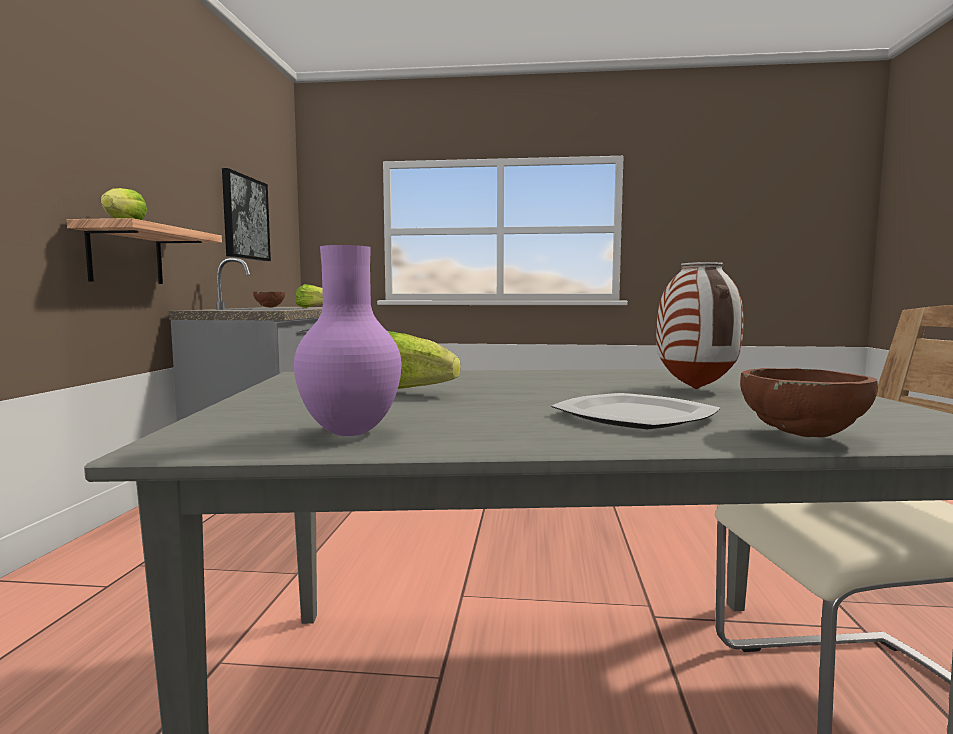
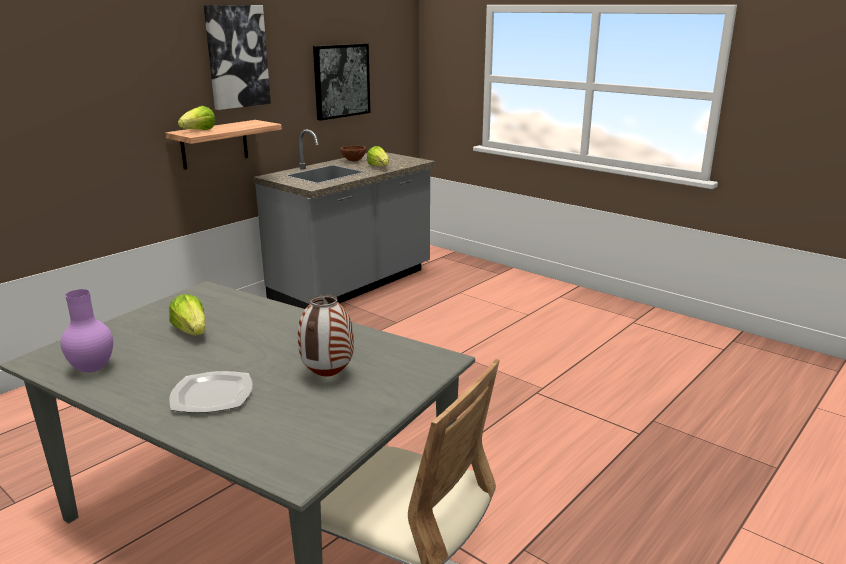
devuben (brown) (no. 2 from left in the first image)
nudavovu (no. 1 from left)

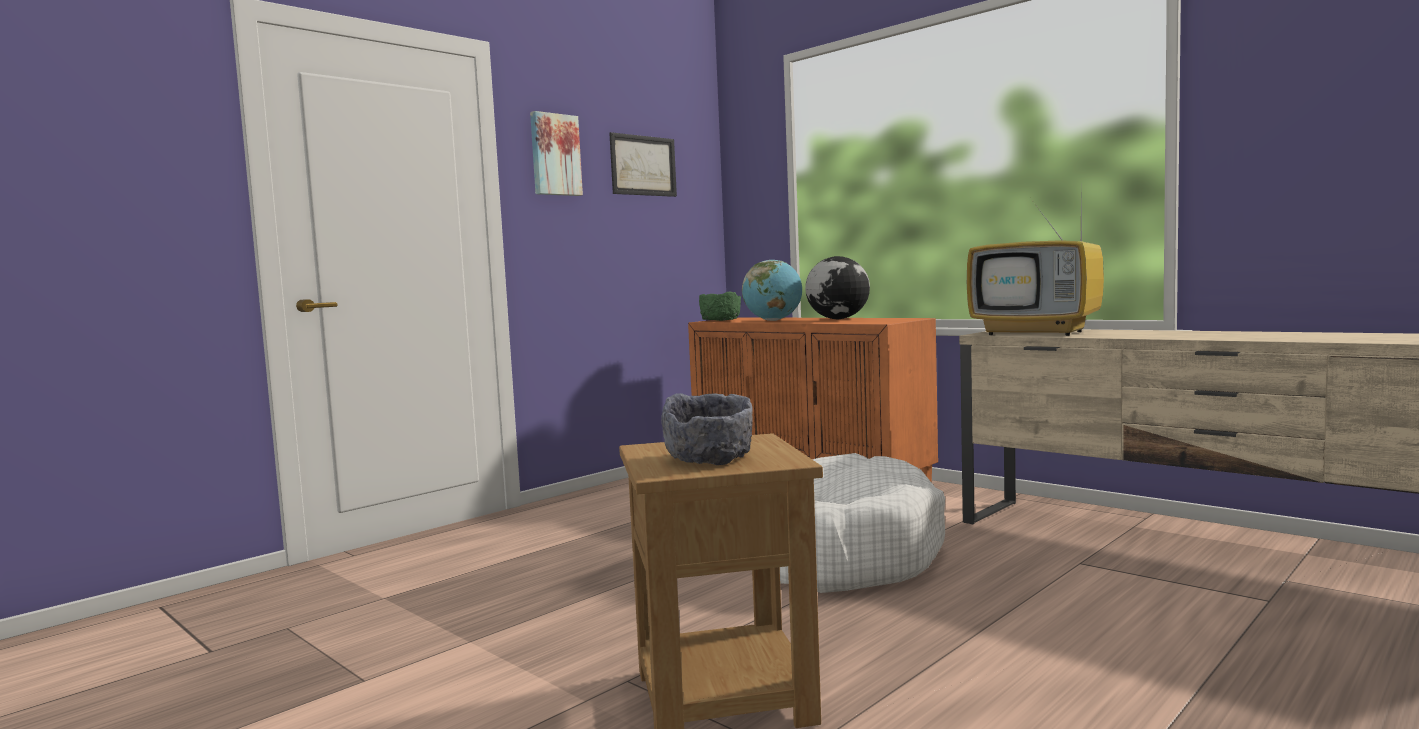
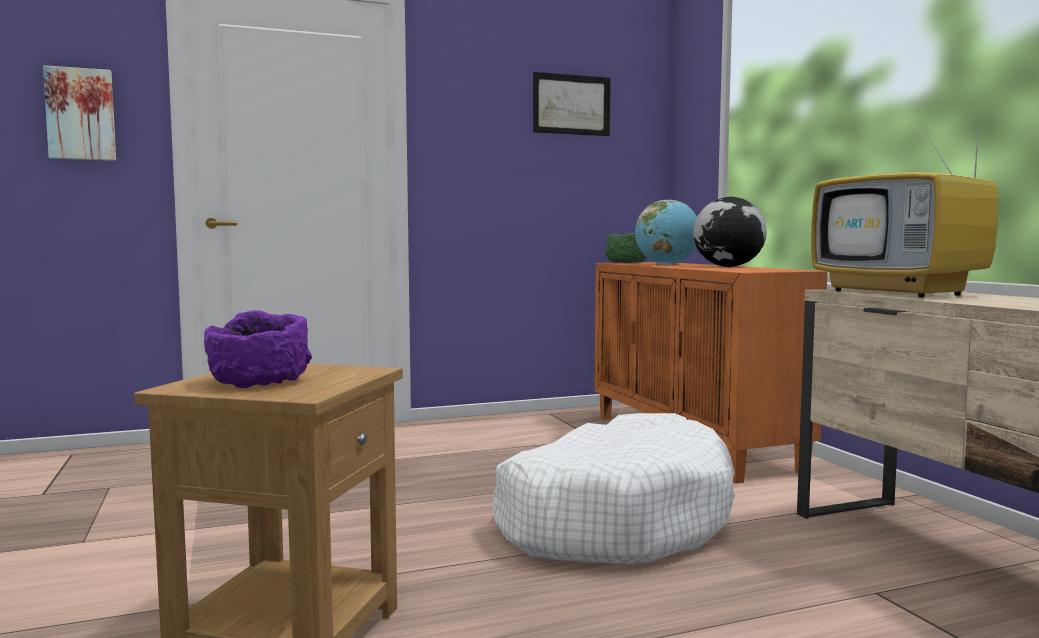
nudavovu (no. 1 from left)
devuben (purple)

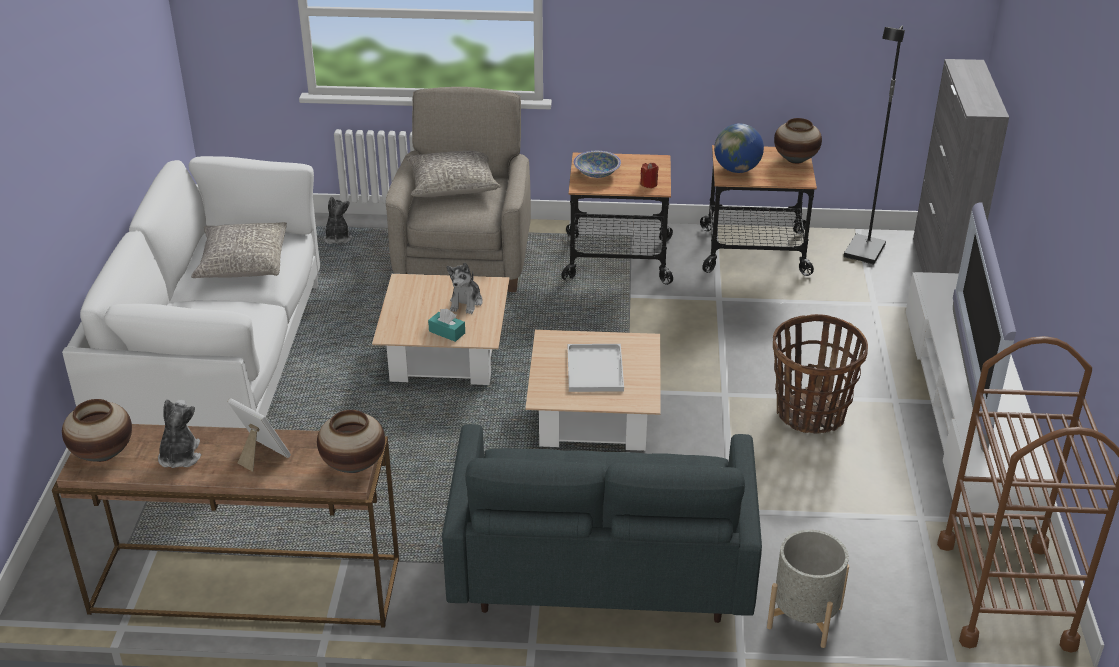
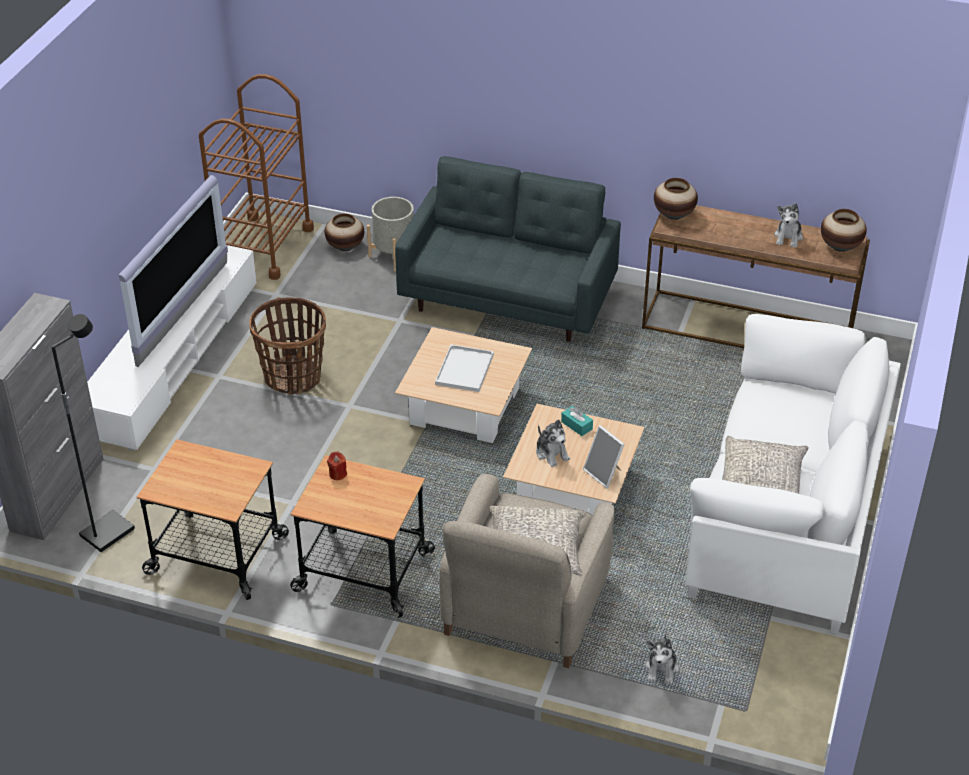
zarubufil (no. 1 from left)
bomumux
devuben
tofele (no. 1 from left)
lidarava

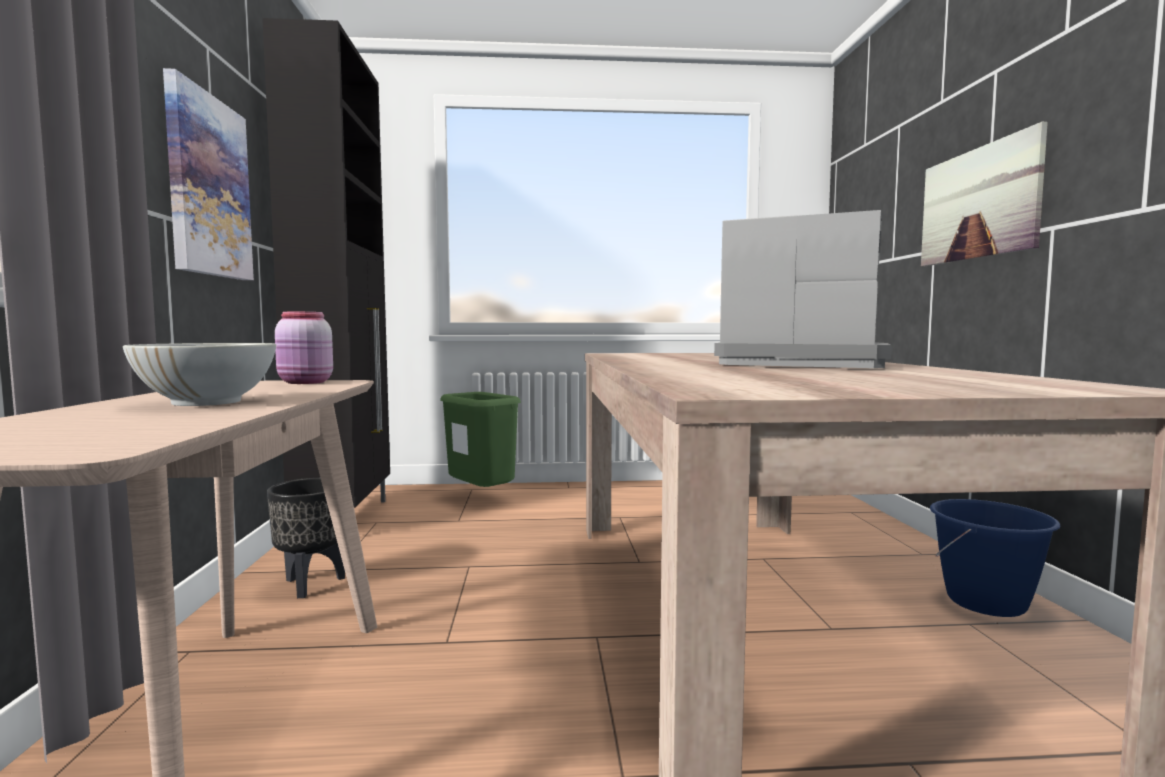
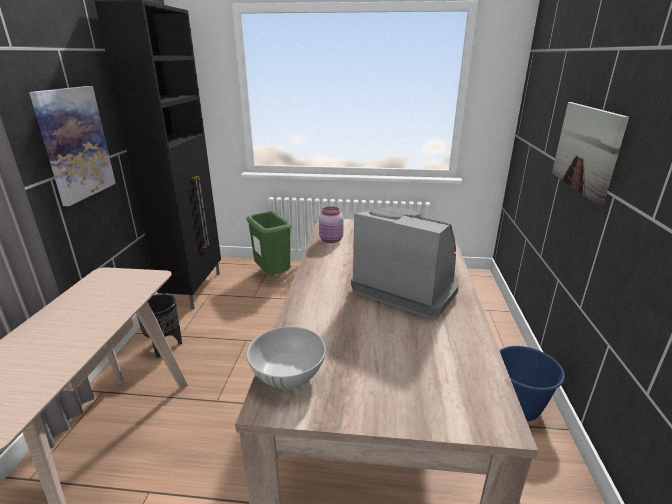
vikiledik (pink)
devuben (white)

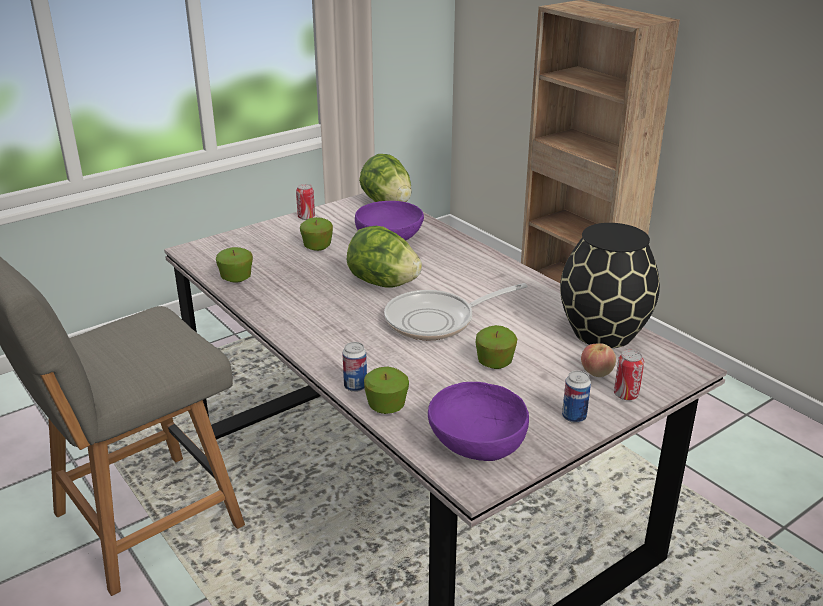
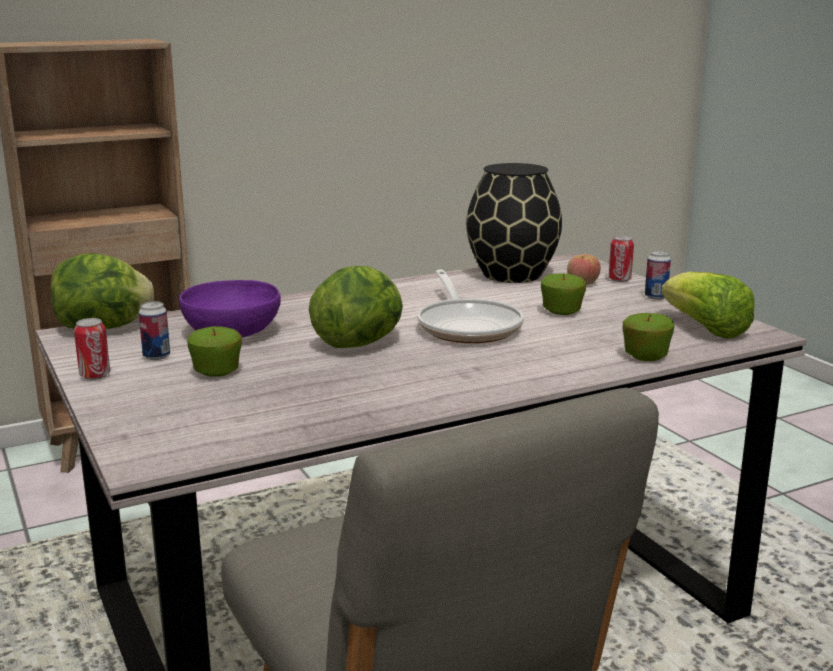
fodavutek (no. 1 from left in the first image)
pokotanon (no. 2 from left)
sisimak (no. 3 from left)

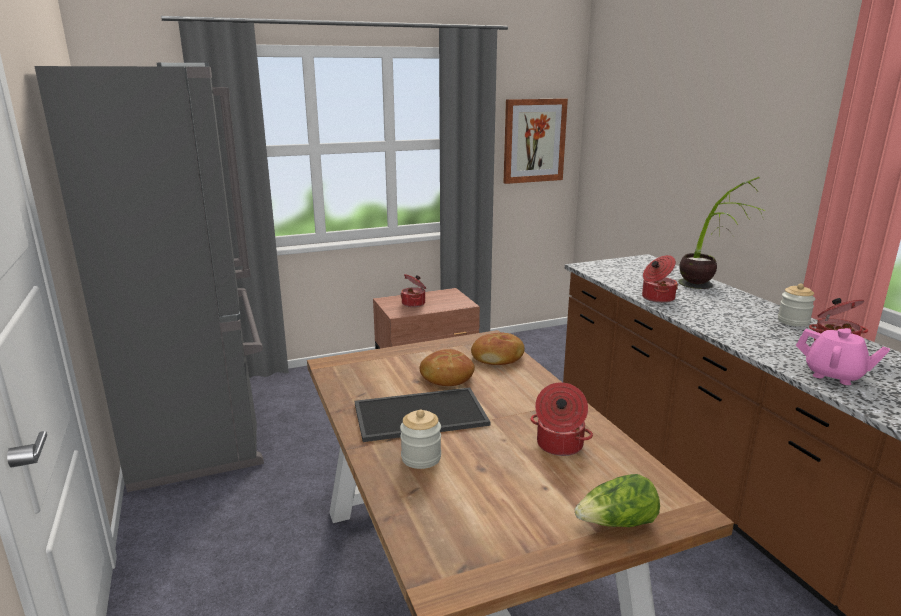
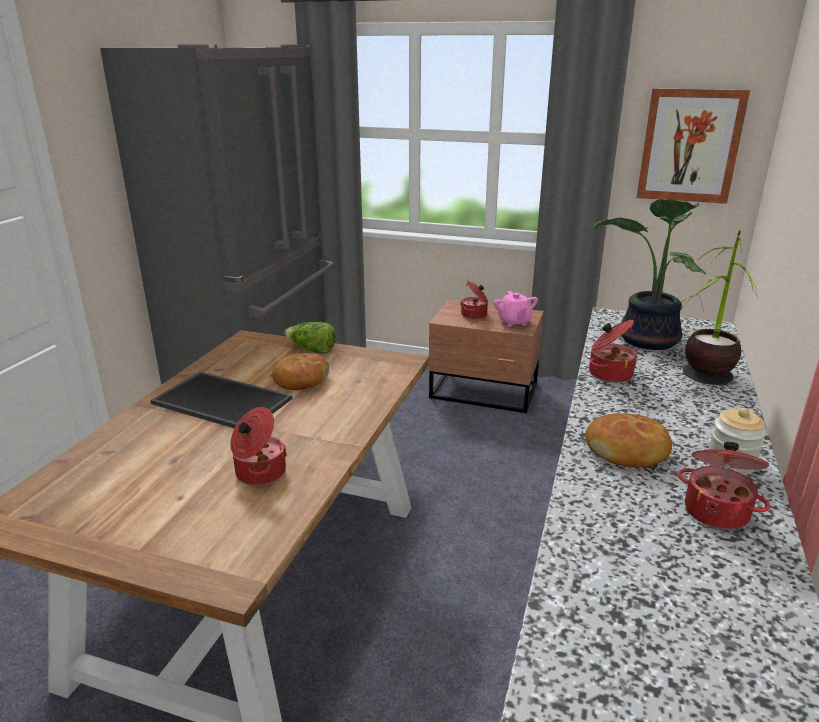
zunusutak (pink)
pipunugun (no. 2 from left)
vikiledik (no. 1 from left in the first image)
sisimak
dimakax (no. 1 from left)

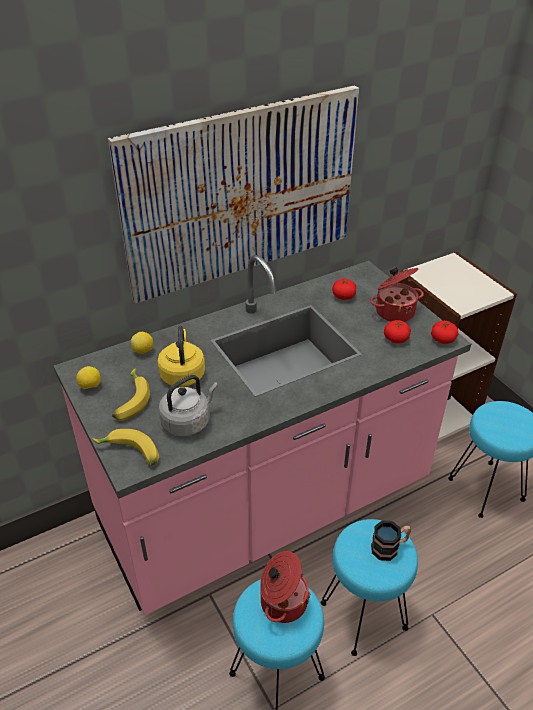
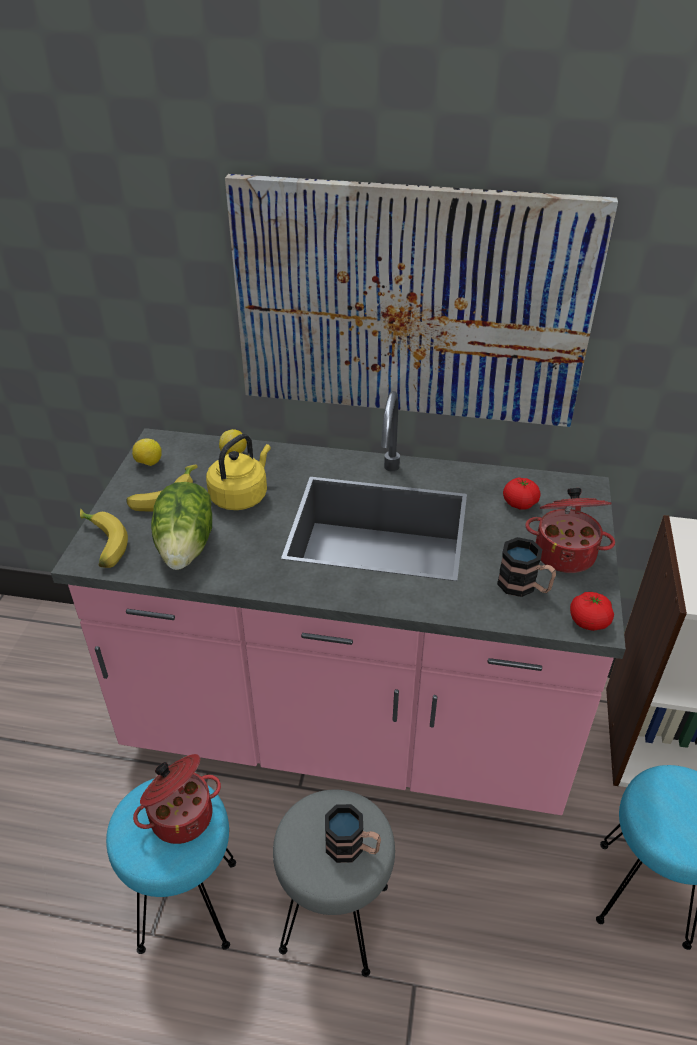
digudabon (no. 2 from left)
sisimak
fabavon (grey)

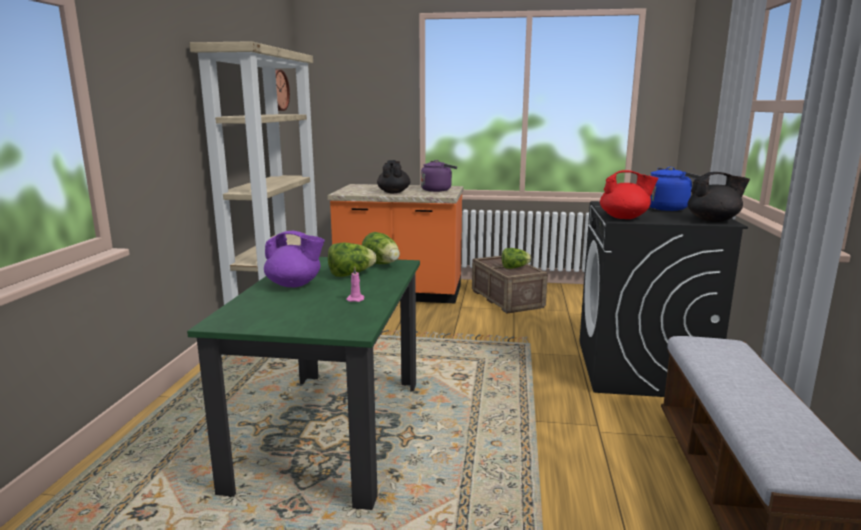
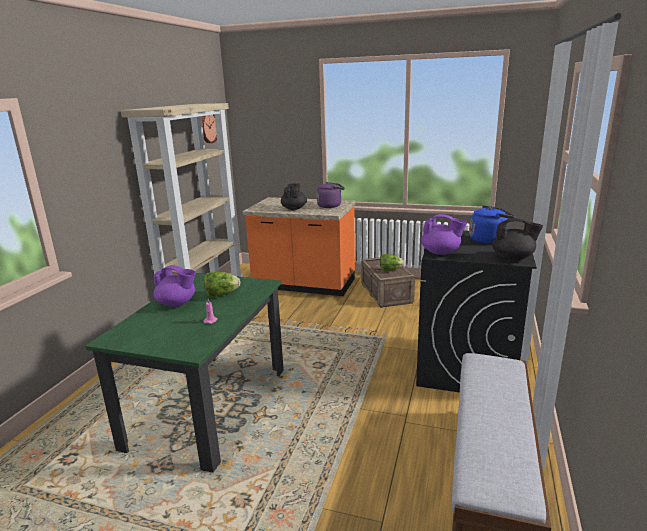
zunusutak (purple) (no. 2 from left)
sisimak (no. 2 from left in the first image)

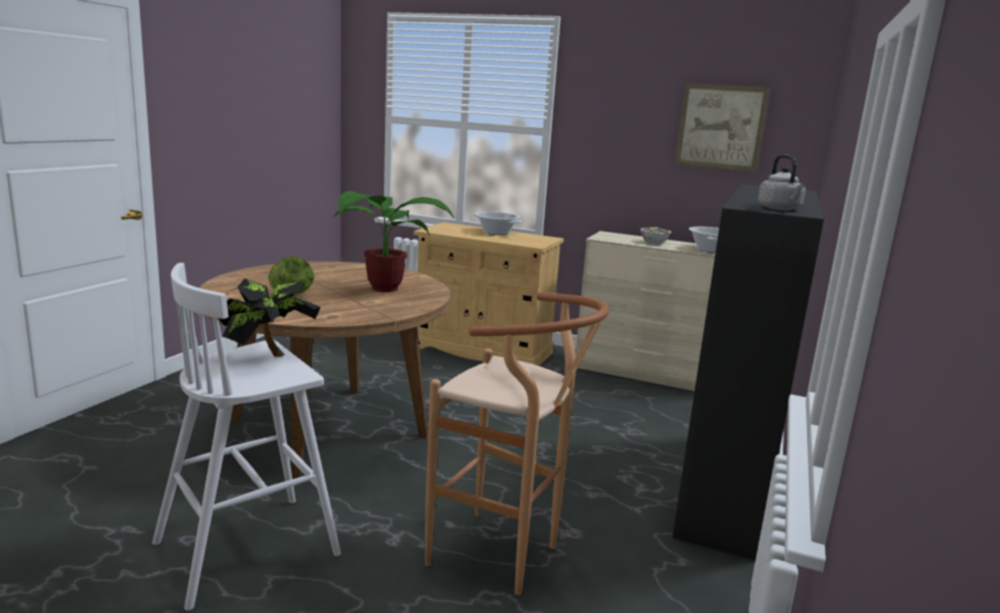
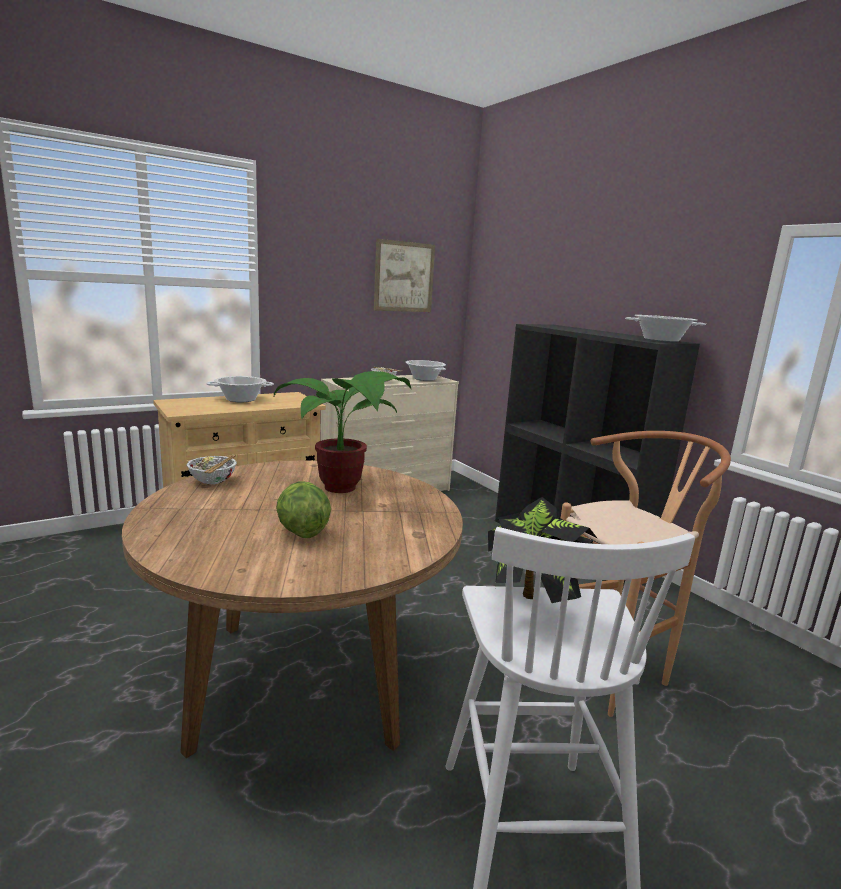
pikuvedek (no. 3 from left)
devuben (no. 1 from left)

